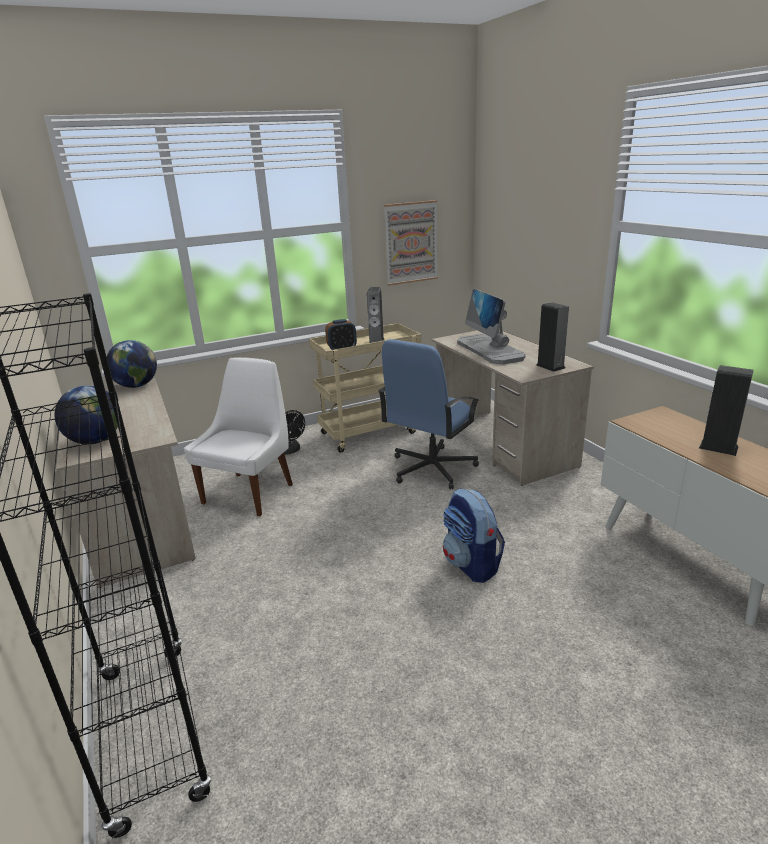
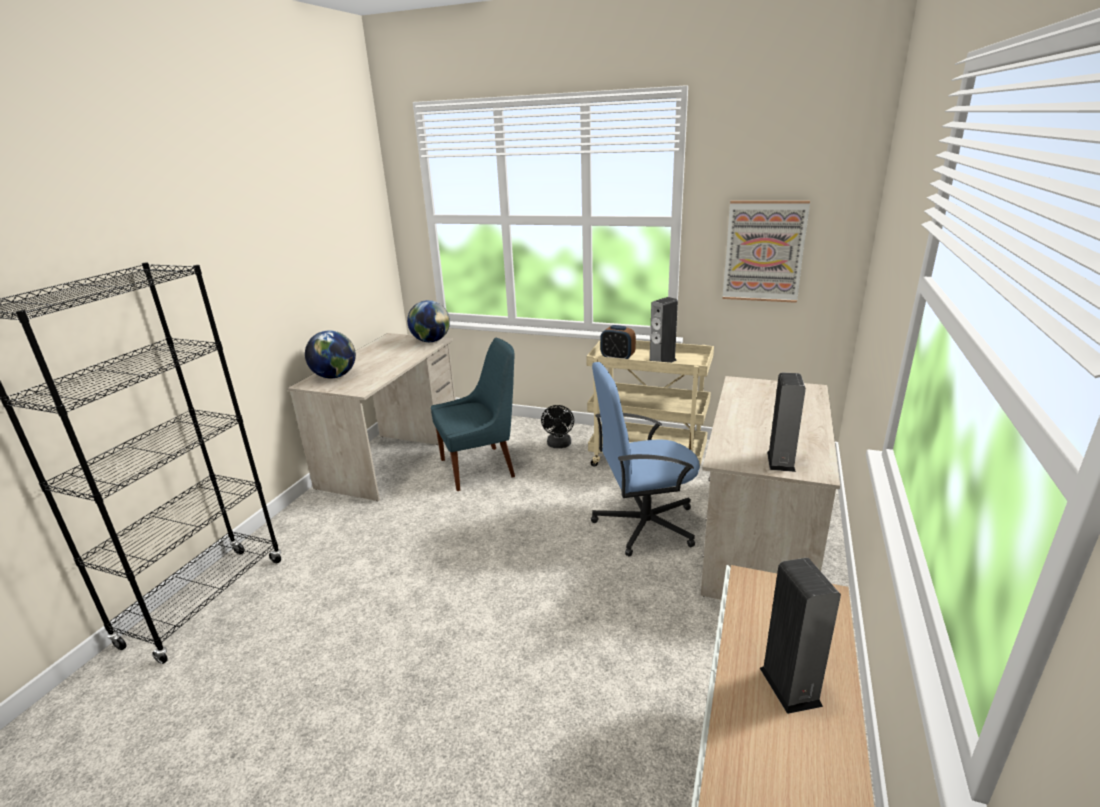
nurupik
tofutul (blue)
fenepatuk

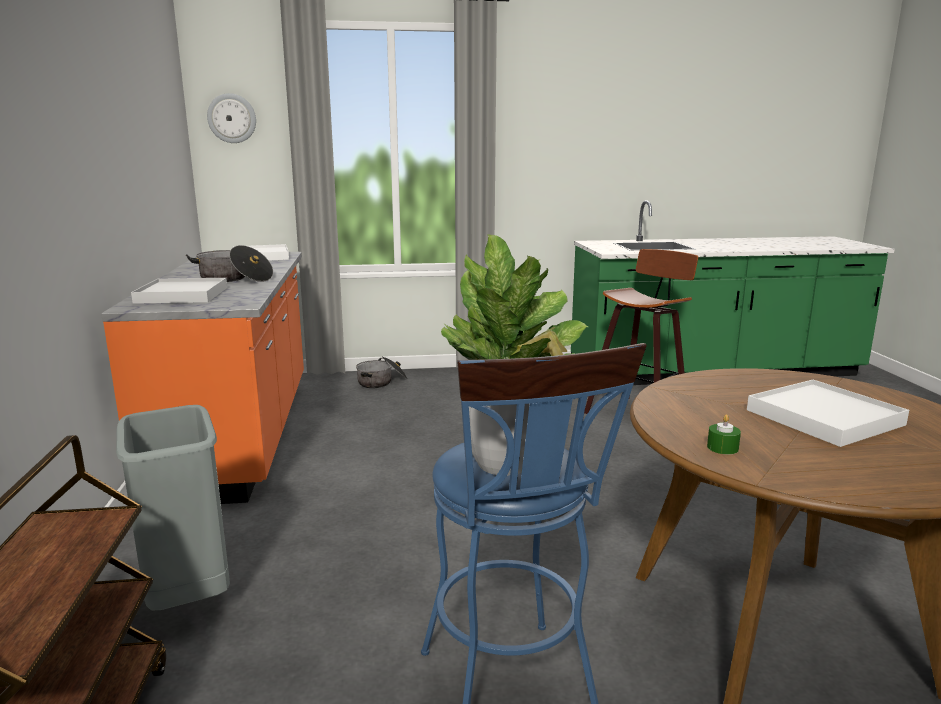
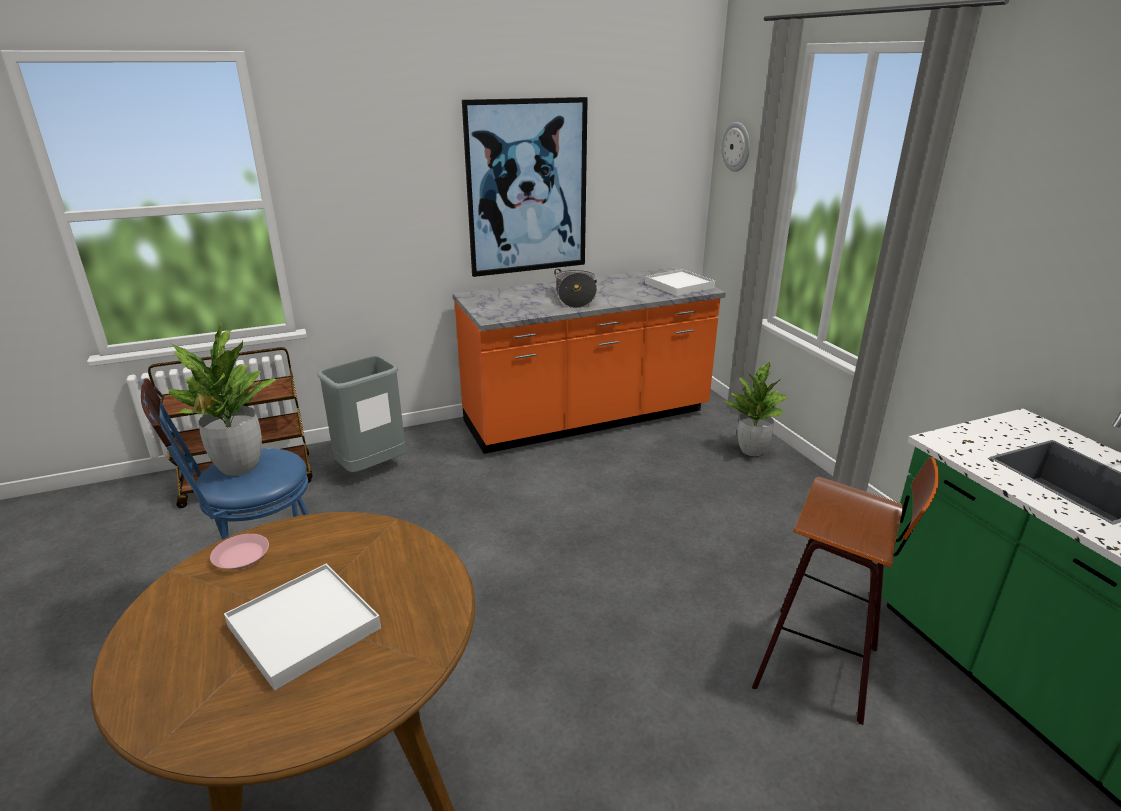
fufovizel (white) (no. 1 from left in the first image)
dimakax (no. 2 from left)
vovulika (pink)
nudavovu

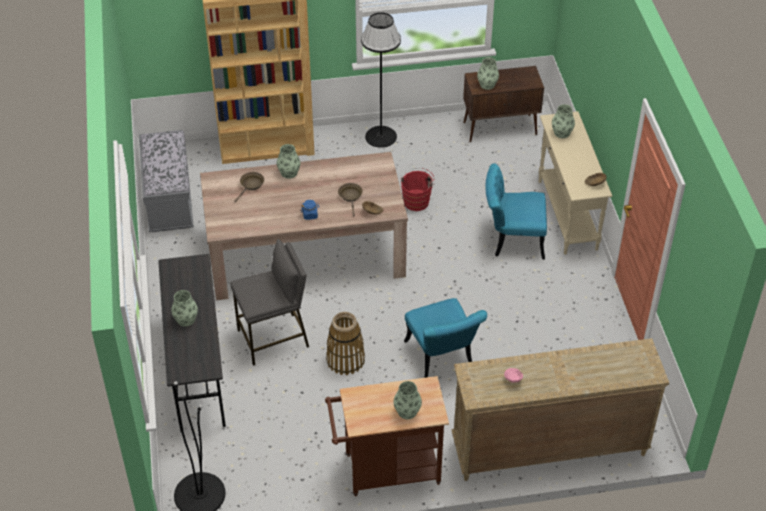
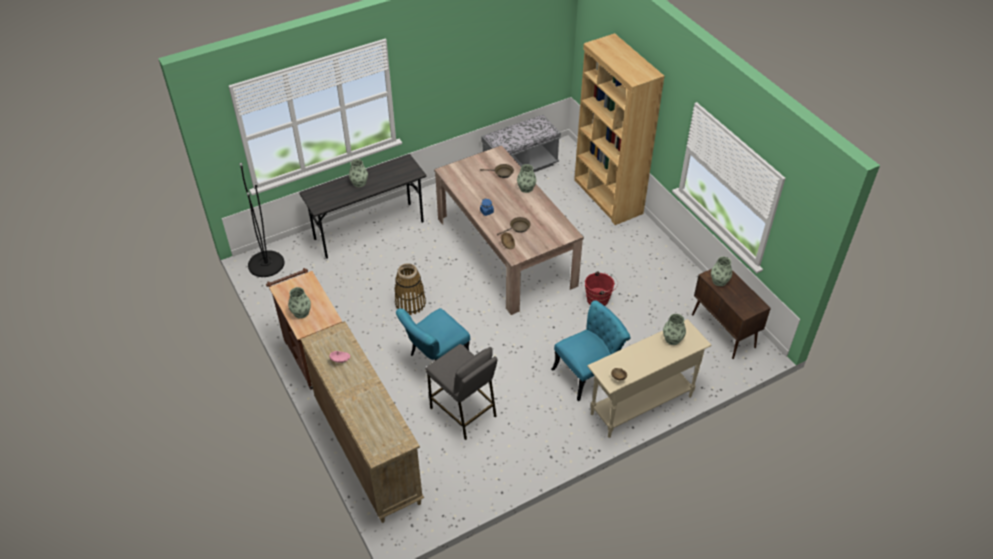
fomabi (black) (no. 2 from left in the first image)
tofutul (turquoise) (no. 2 from left)
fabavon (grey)

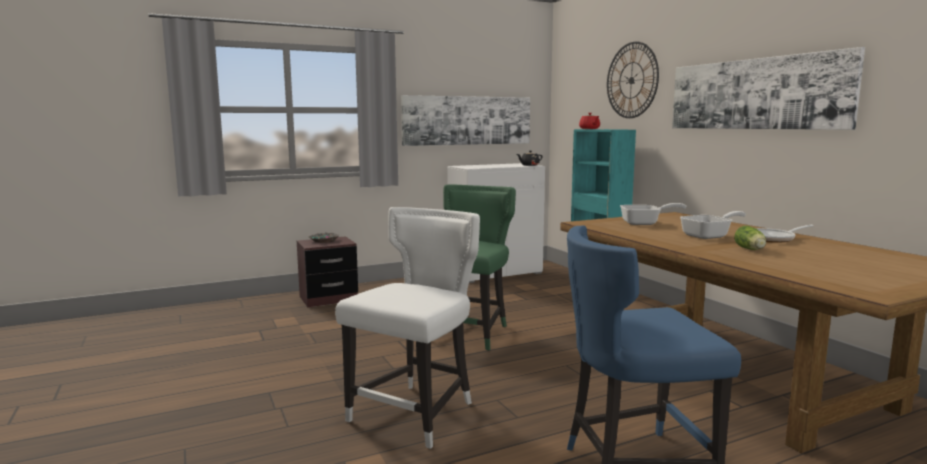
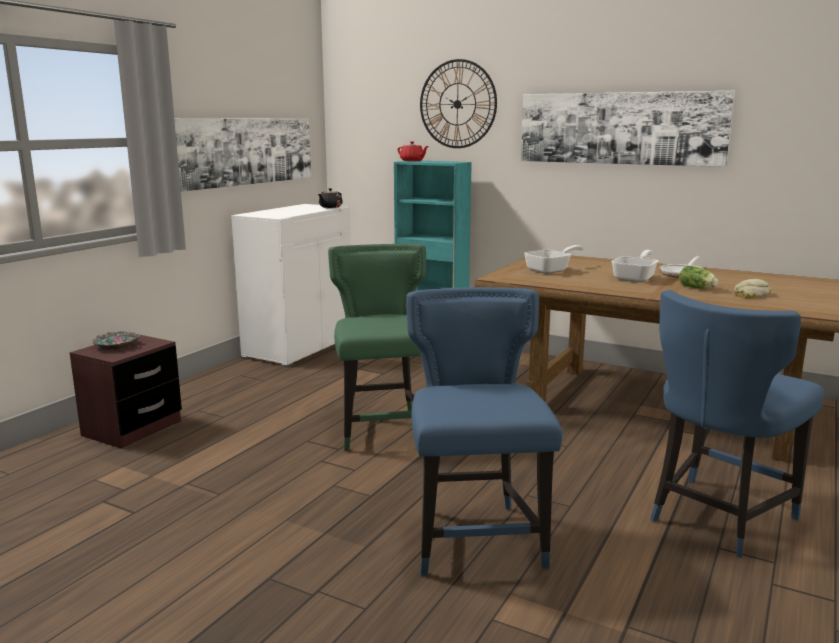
tofutul (blue) (no. 1 from left)
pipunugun

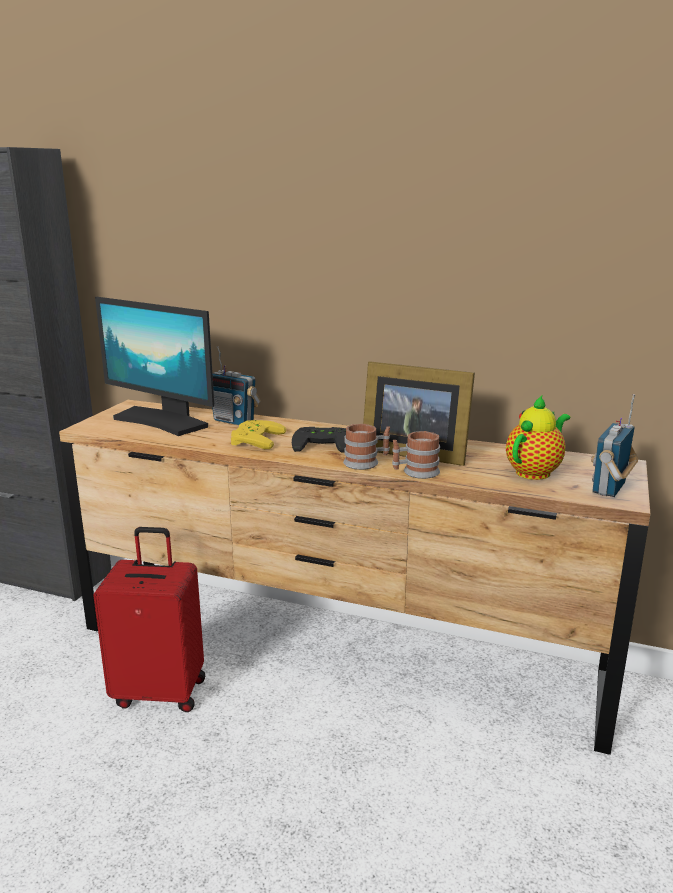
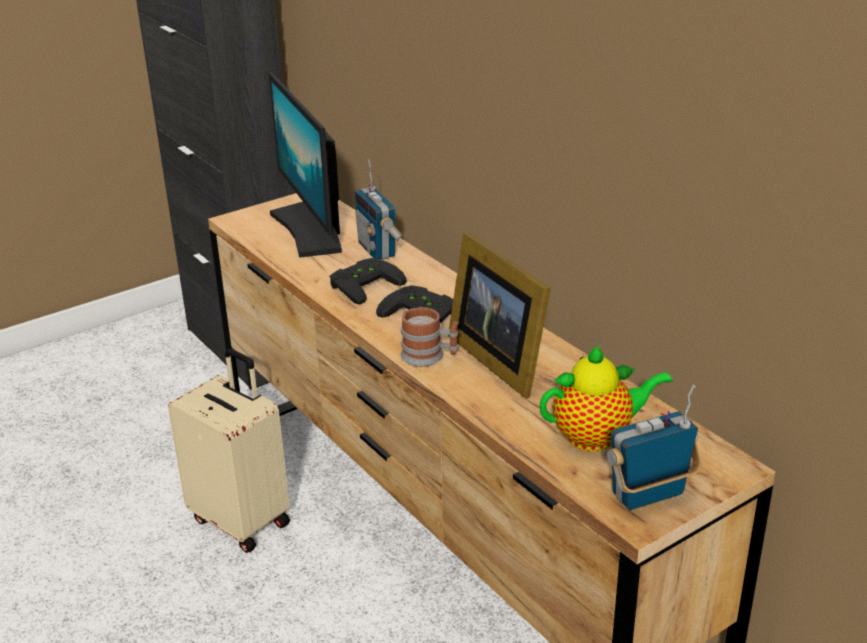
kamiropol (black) (no. 1 from left)
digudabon (no. 2 from left in the first image)
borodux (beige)

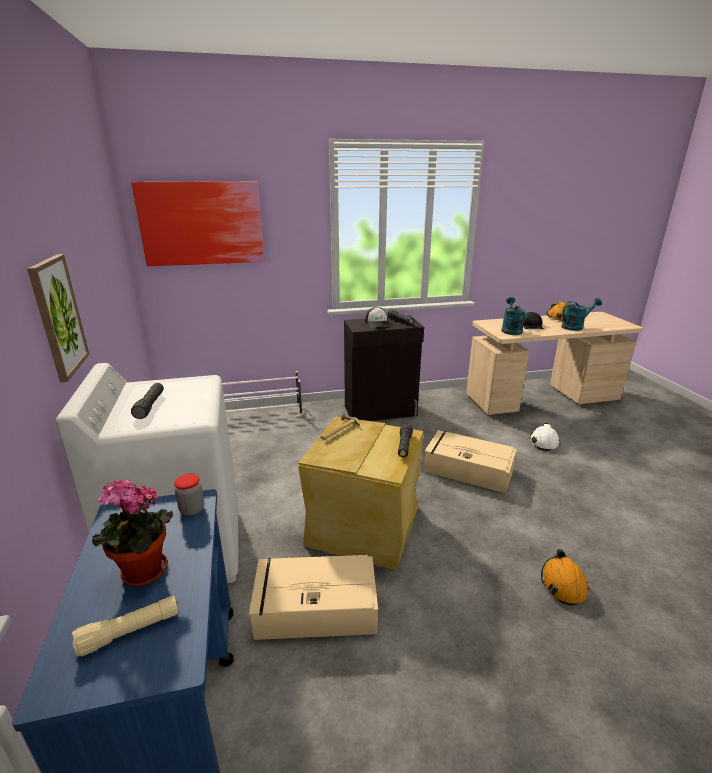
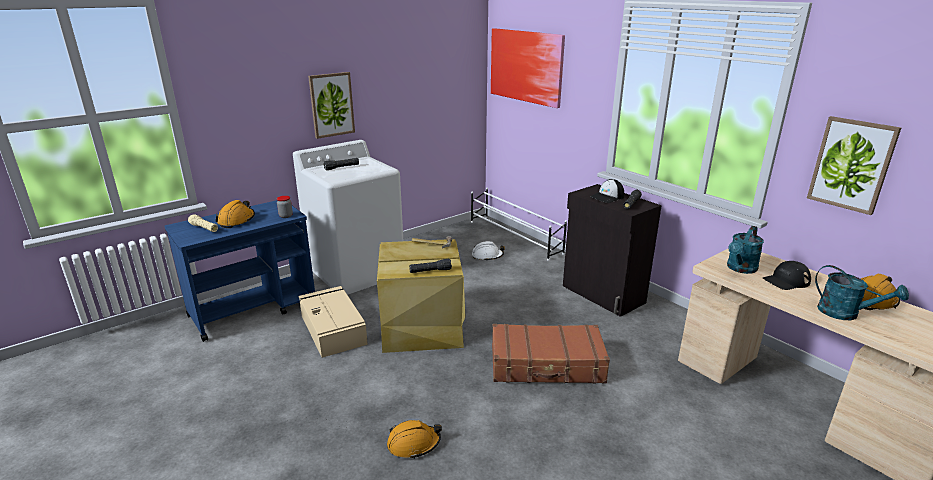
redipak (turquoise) (no. 1 from left)
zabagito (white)
borodux (brown)
zabagito (orange) (no. 1 from left)
nudavovu (no. 3 from left)

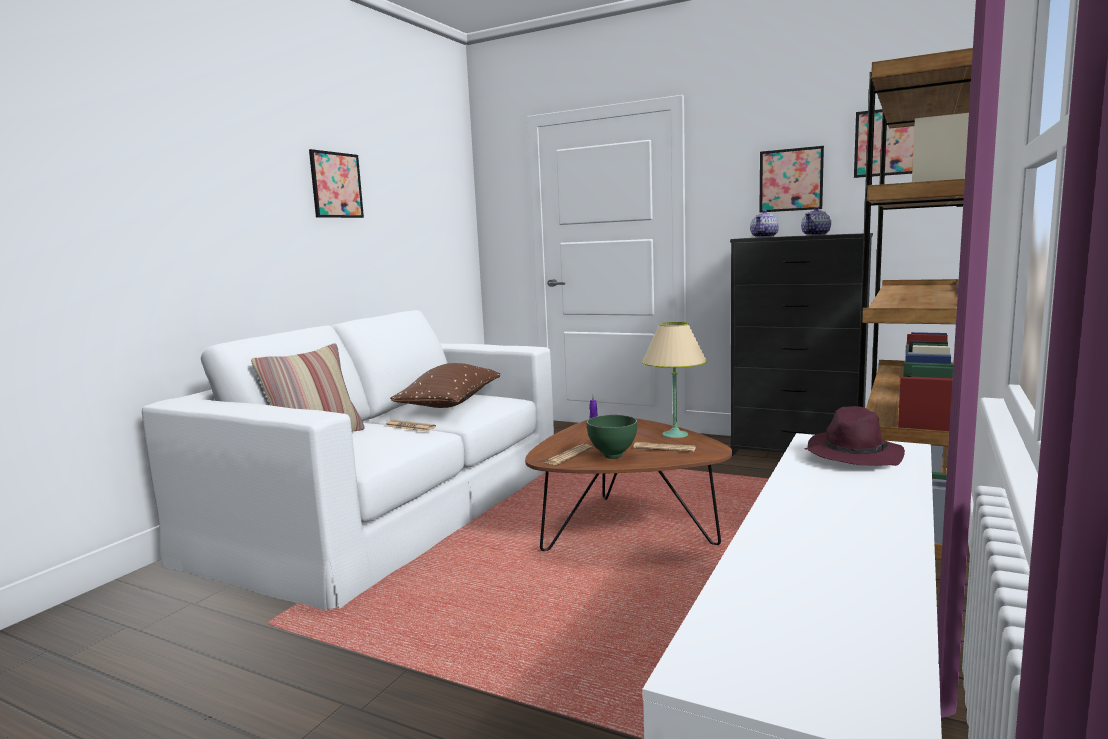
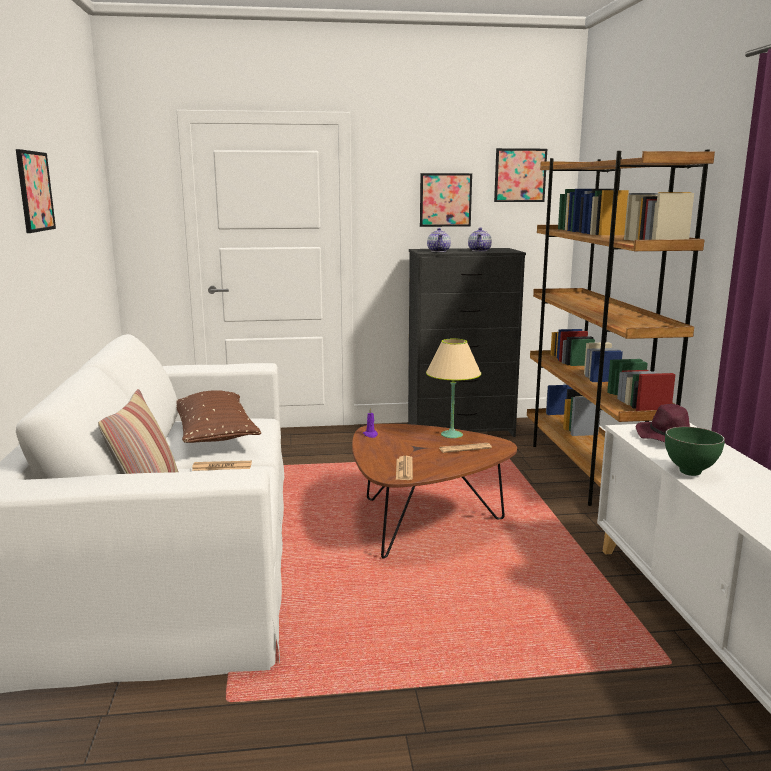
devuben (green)

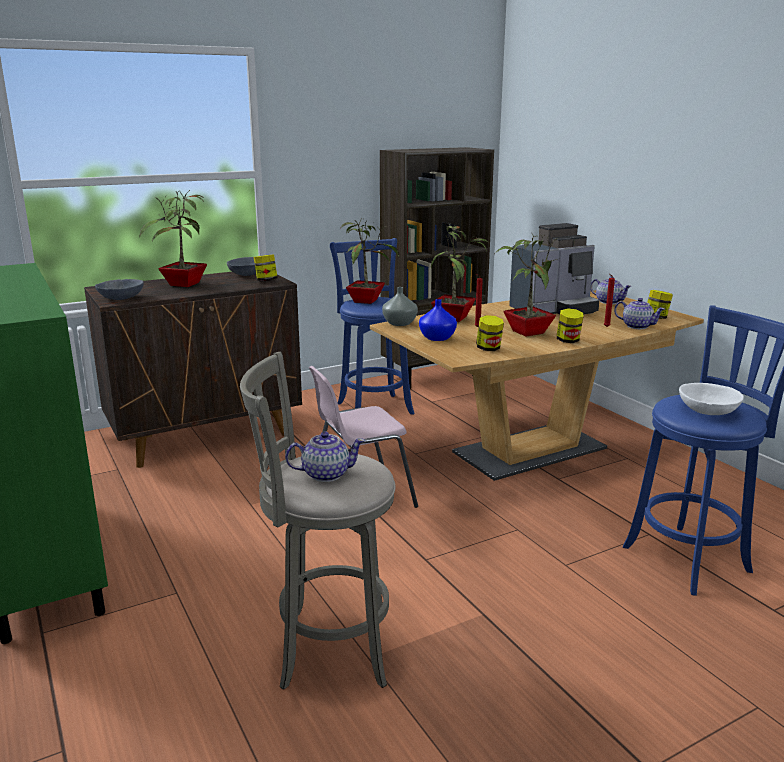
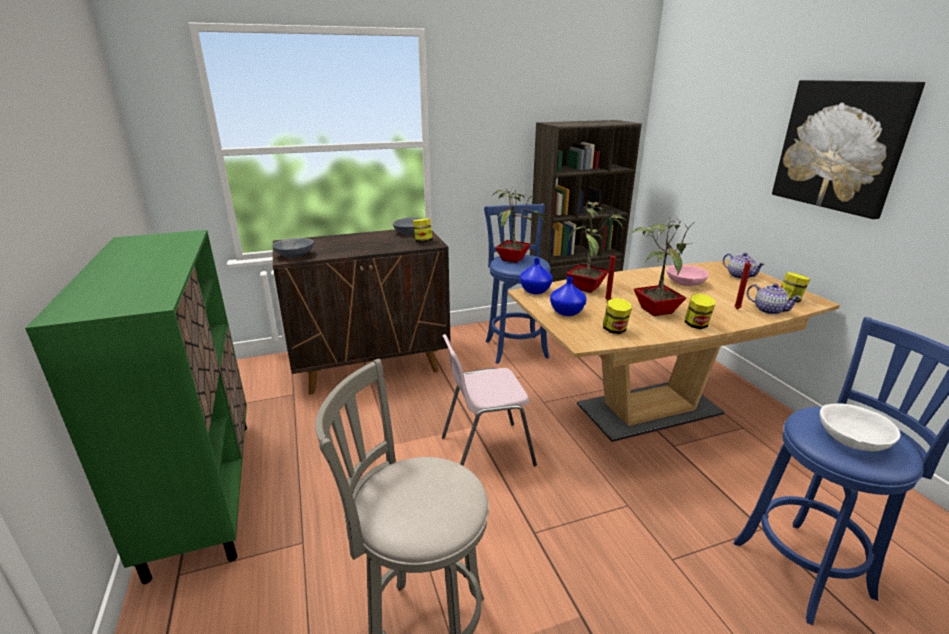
dimakax (no. 1 from left in the first image)
devuben (pink)
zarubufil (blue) (no. 1 from left)
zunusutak (no. 1 from left in the first image)
nudavovu

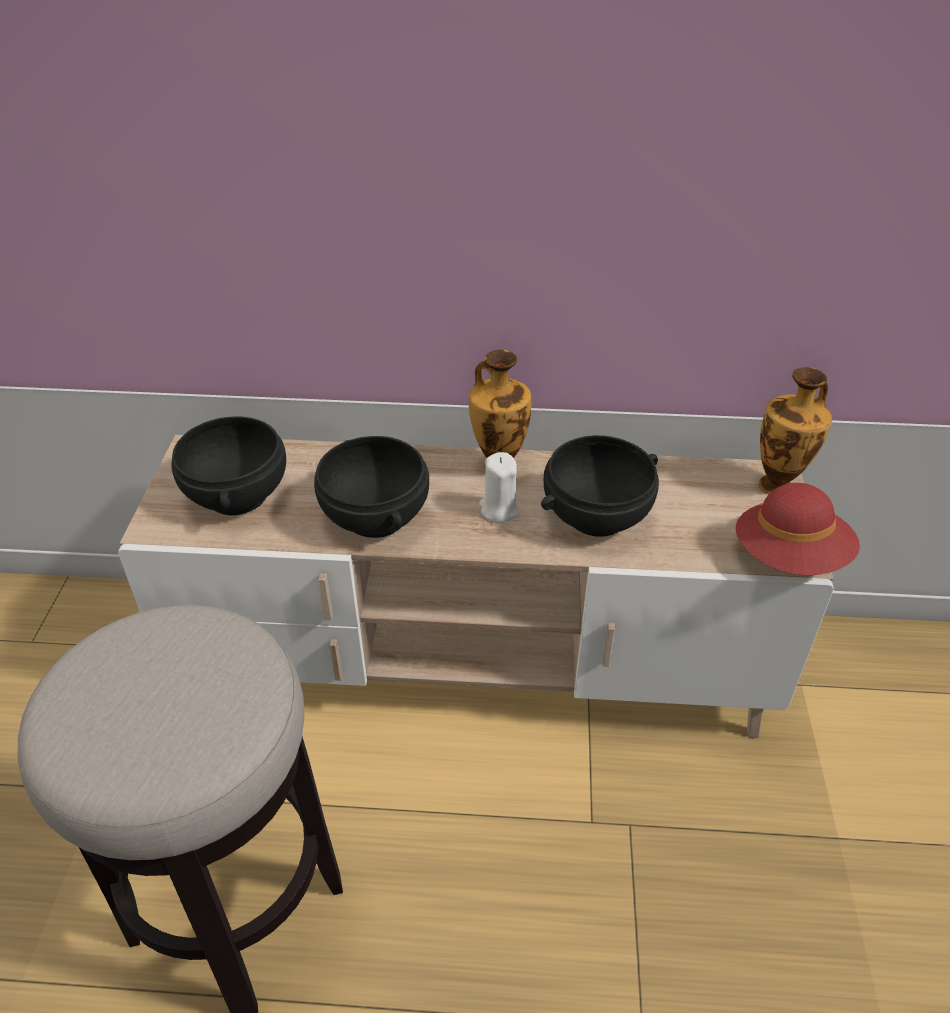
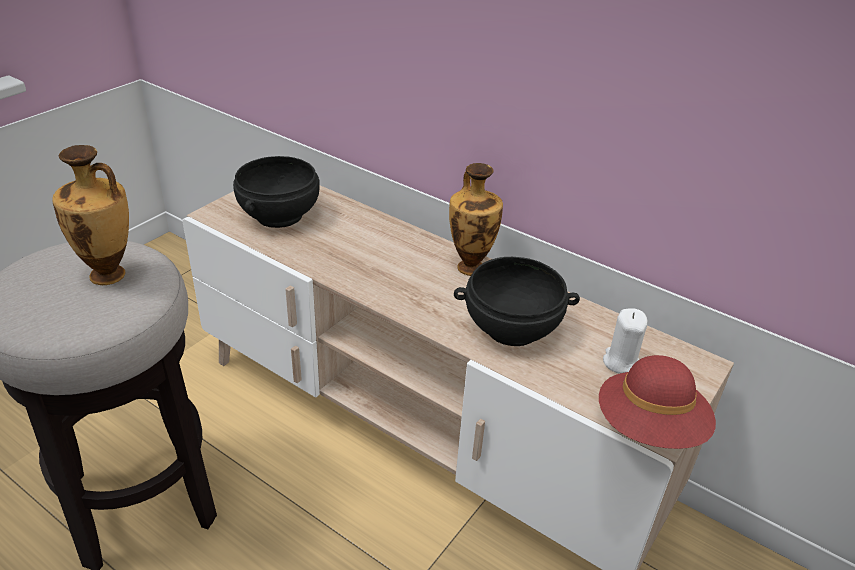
zarubufil (no. 1 from left)
devuben (black) (no. 2 from left in the first image)
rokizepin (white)

